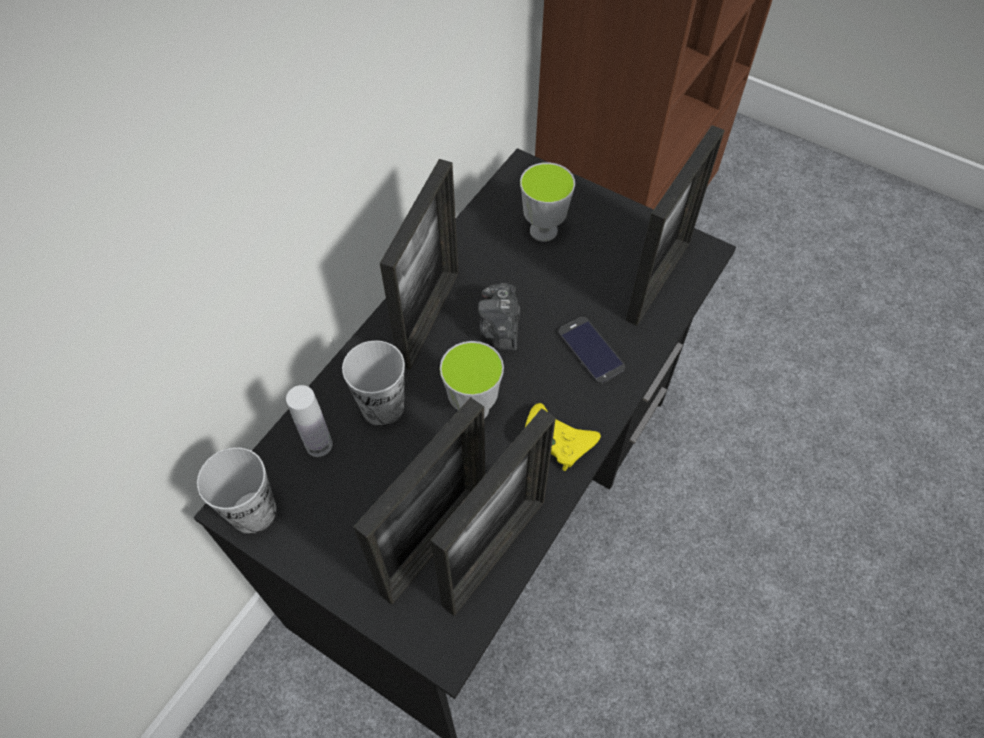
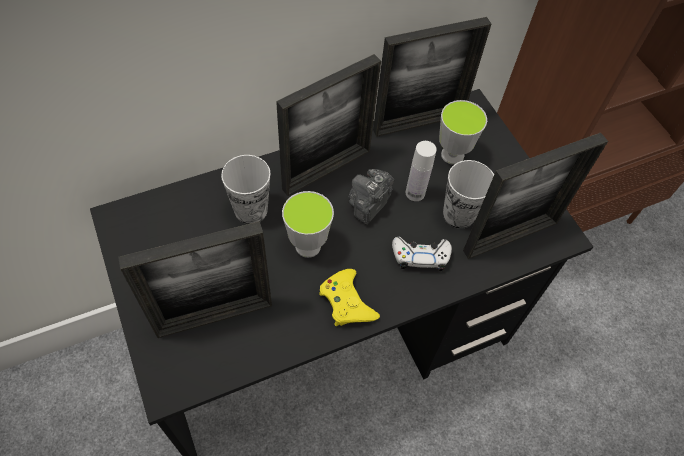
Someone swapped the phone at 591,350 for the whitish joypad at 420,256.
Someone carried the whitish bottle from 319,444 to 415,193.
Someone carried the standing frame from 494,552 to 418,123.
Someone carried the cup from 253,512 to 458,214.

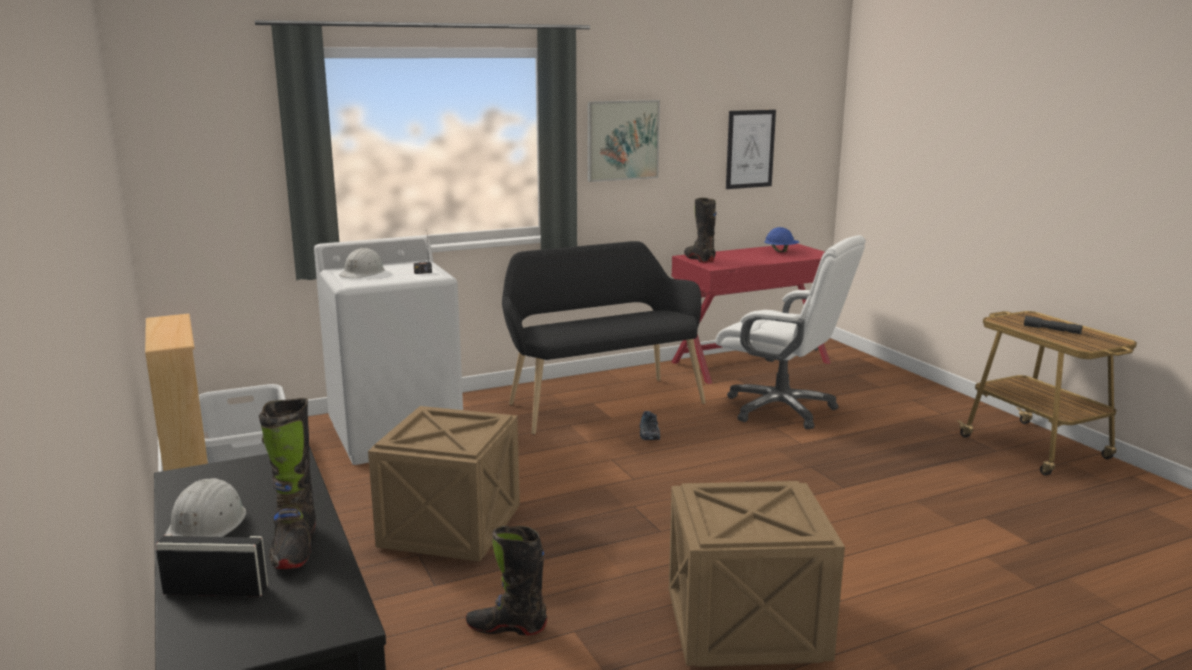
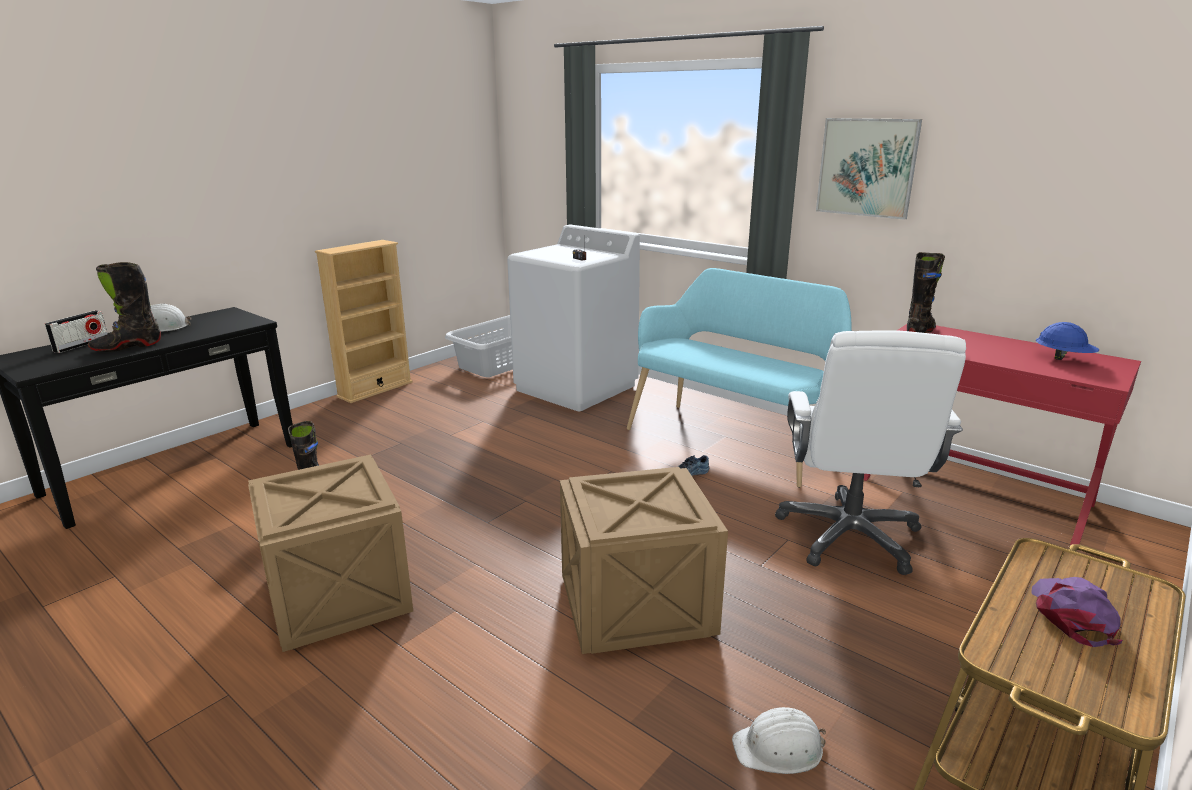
Someone took away the picture at 750,149.
Someone repainted the black-coloured indoor bench at 600,401, which became the turquoise-coloured indoor bench at 733,438.
Someone carried the whitish hard hat from 363,273 to 779,748.
Someone swapped the greyish flashlight at 1052,330 for the purple cap at 1072,615.
Someone carried the shipping crate from 450,529 to 634,606.
Someone rotated the radio set at 215,590 by 45 degrees clockwise.

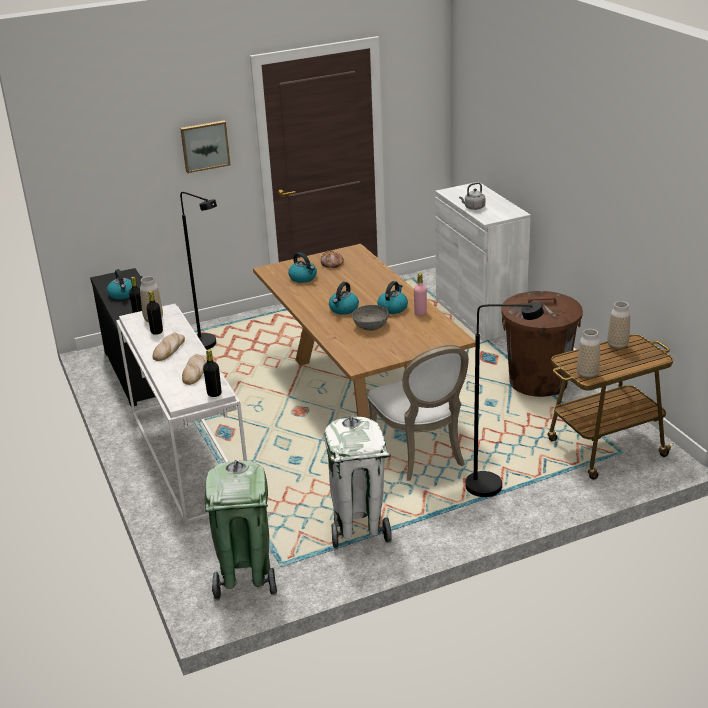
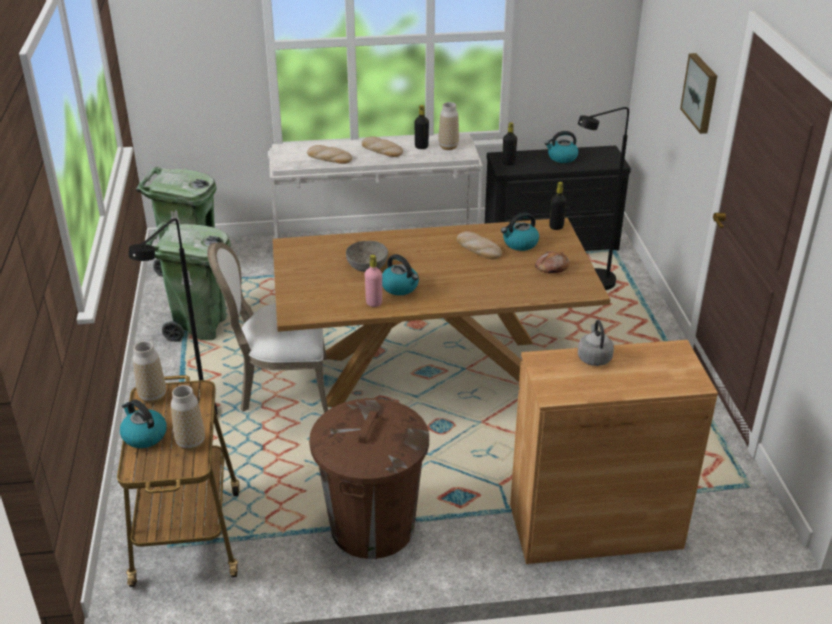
Someone repainted the whitish storage cabinet at 479,315, which became the brown storage cabinet at 595,526.
Someone carried the tea kettle from 343,309 to 143,436.
Someone carried the black-coloured bottle from 214,393 to 556,227.
Someone repainted the whitish waste bin at 358,528, which became the green waste bin at 200,327.
Someone put down the bread at 478,248.

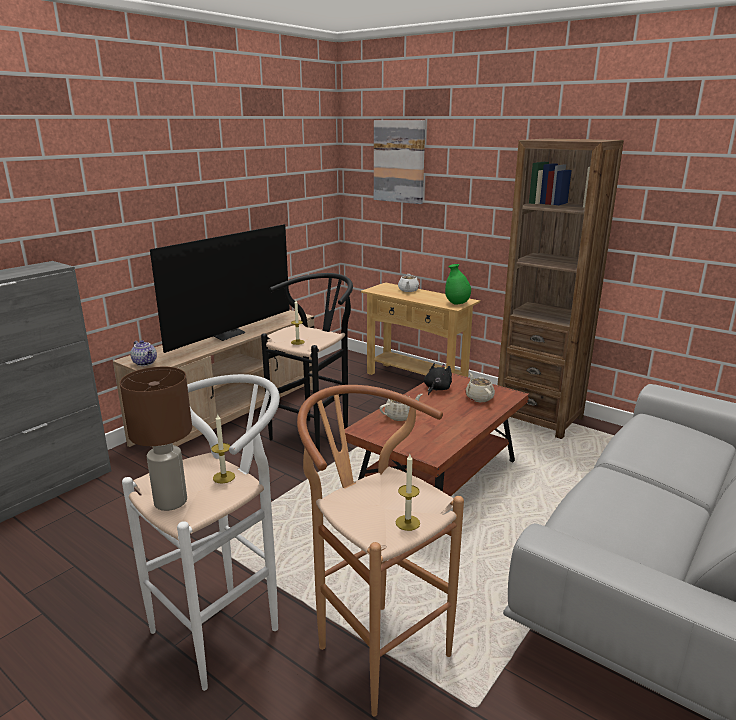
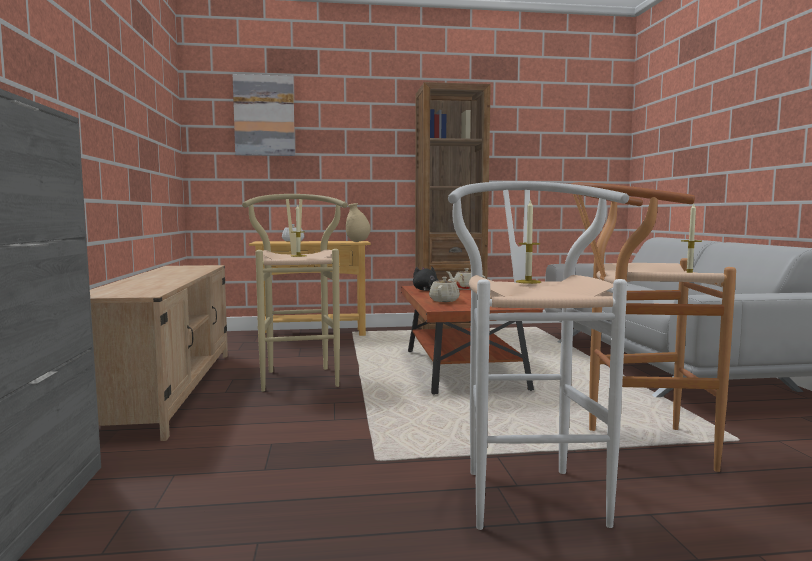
Someone took away the TV set at 227,334.
Someone repainted the green vase at 457,303, which became the sand-coloured vase at 358,241.
Someone repainted the black-coloured stool seat at 315,433, which became the sand-coloured stool seat at 299,376.
Someone took away the tea pot at 145,363.
Someone took away the brown tabletop lamp at 171,501.

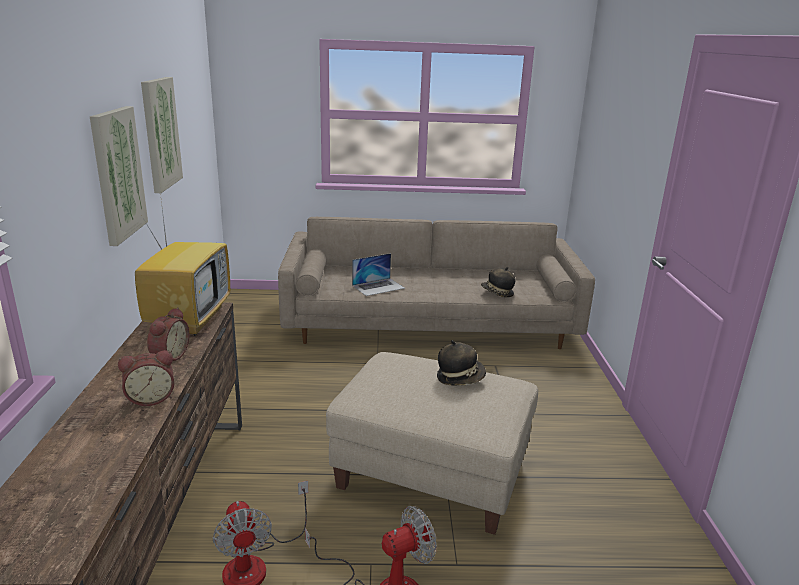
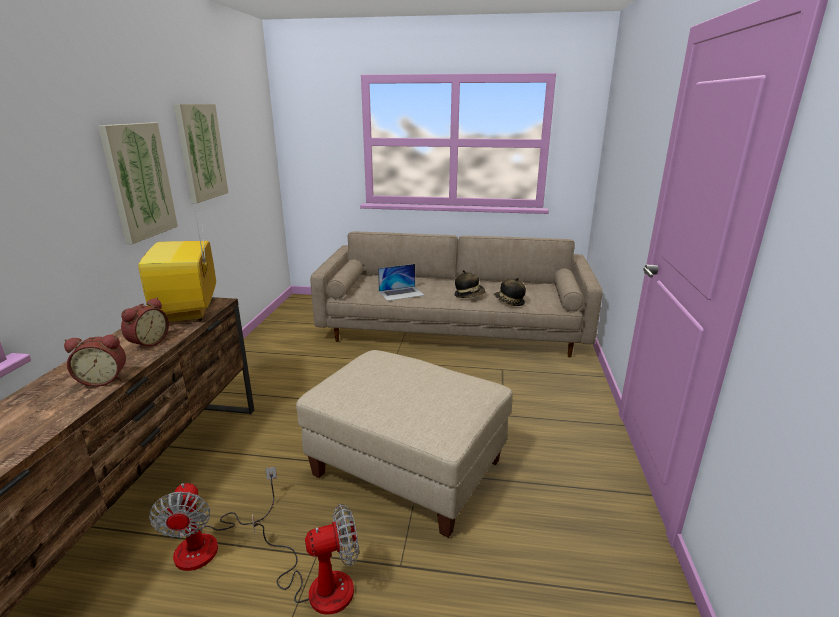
Someone rotated the TV set at 189,319 by 150 degrees clockwise.
Someone carried the hat from 460,378 to 469,295.

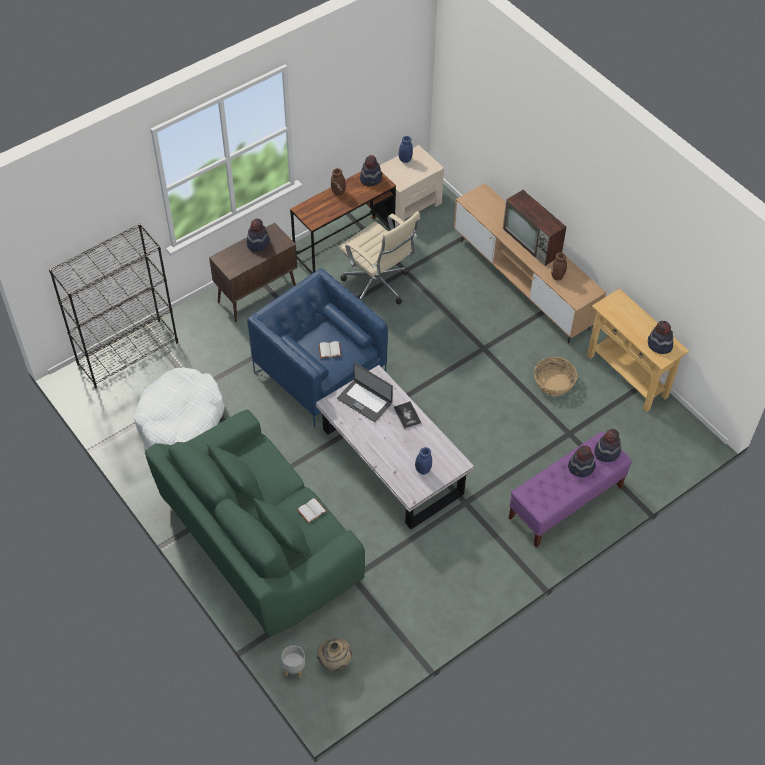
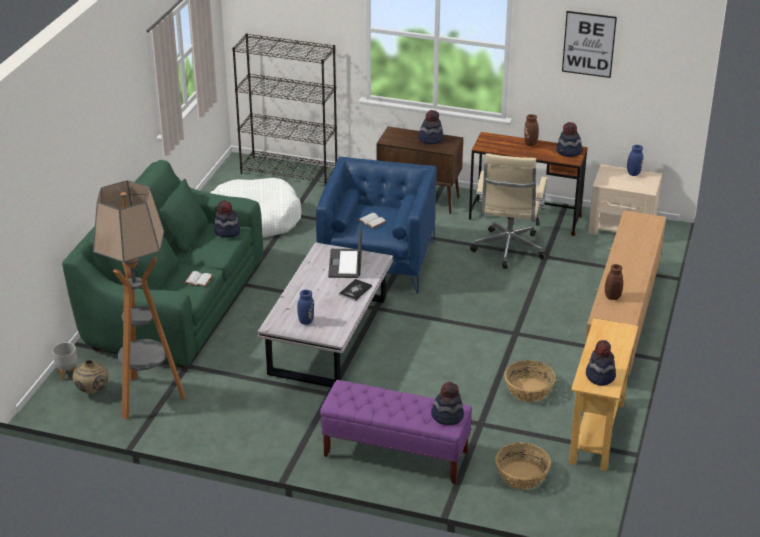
Someone took away the TV set at 533,242.
Someone carried the hat from 581,467 to 227,231.
Someone put up the picture at 589,44.
Someone put down the standing lamp at 147,397.
Someone put down the basket at 521,475.

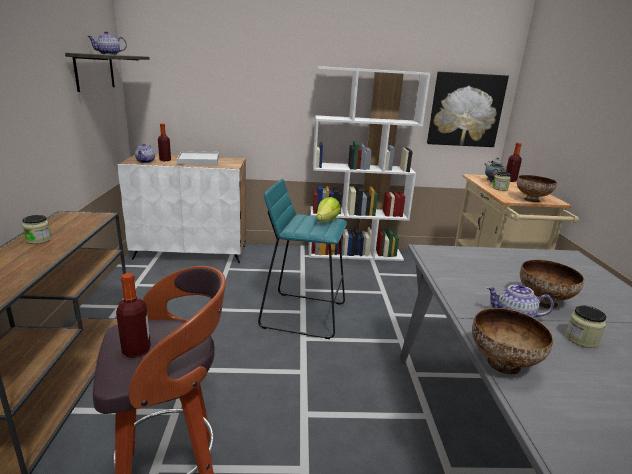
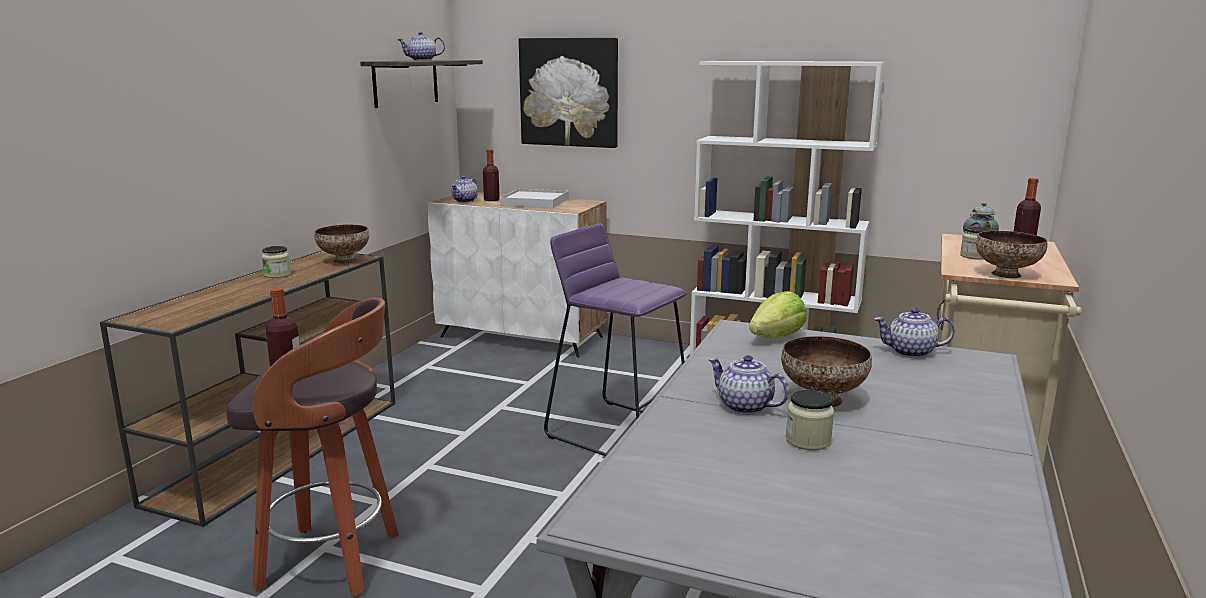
Someone carried the picture from 465,110 to 569,92.
Someone repainted the turquoise-coloured stool seat at 302,314, which became the purple stool seat at 618,431.
Someone carried the head of lettuce from 326,221 to 776,338.
Someone carried the bowl from 502,363 to 344,260.
Someone put down the tea pot at 910,352.

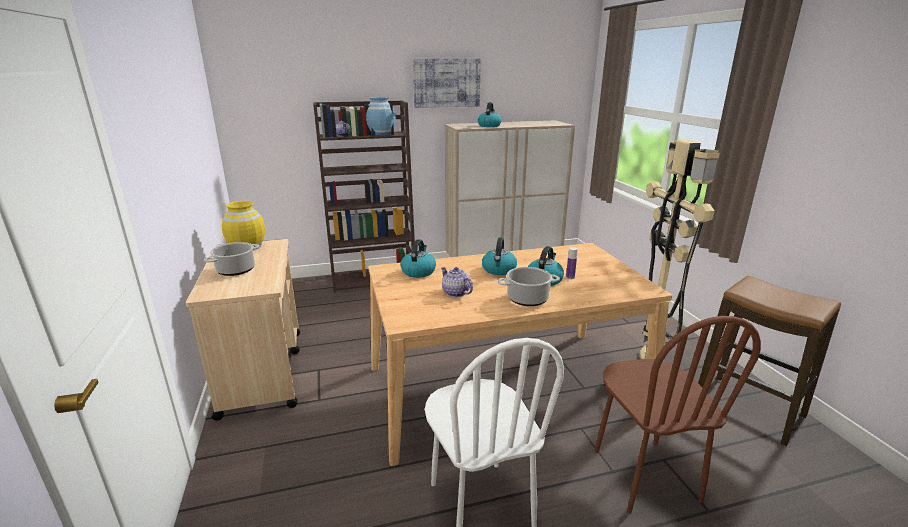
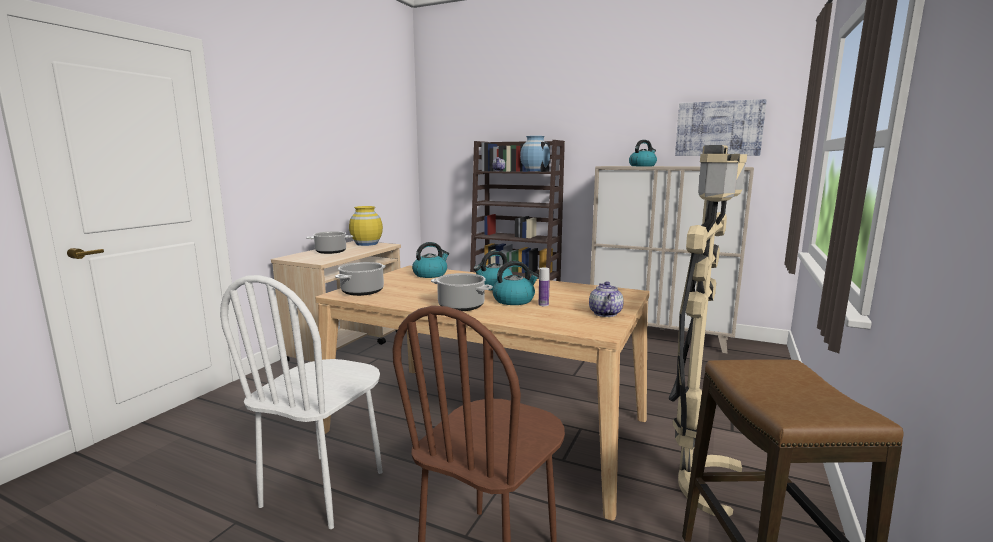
Someone carried the picture from 446,83 to 718,129.
Someone carried the tea pot from 455,293 to 604,313.
Someone put down the stockpot at 362,291.

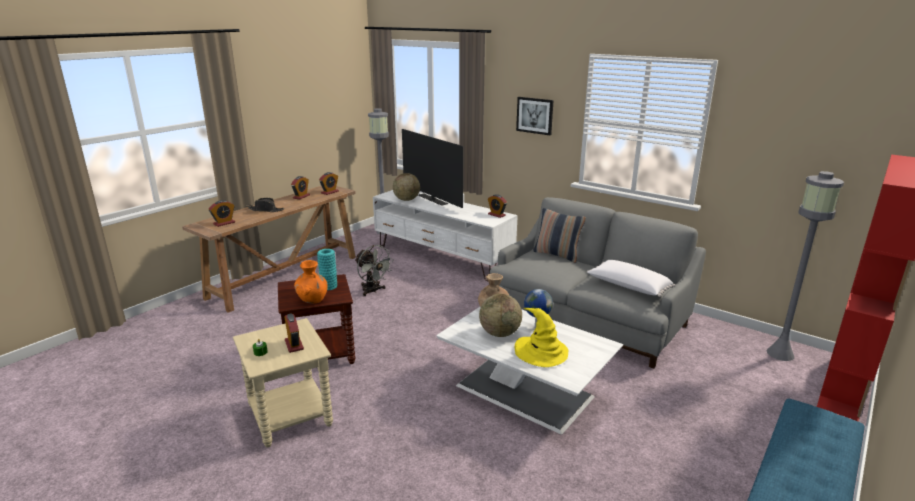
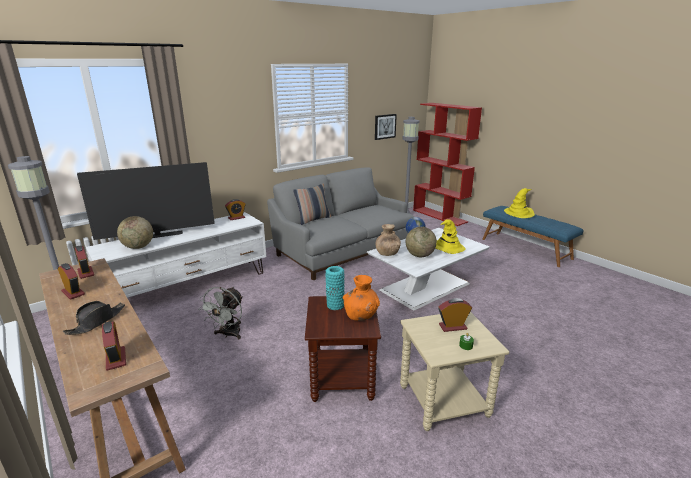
Someone carried the picture from 535,115 to 384,126.
Someone rotated the greyish electric fan at 373,291 by 135 degrees clockwise.
Someone took away the whitish cushion at 628,287.
Someone put down the yellowish hat at 519,213.

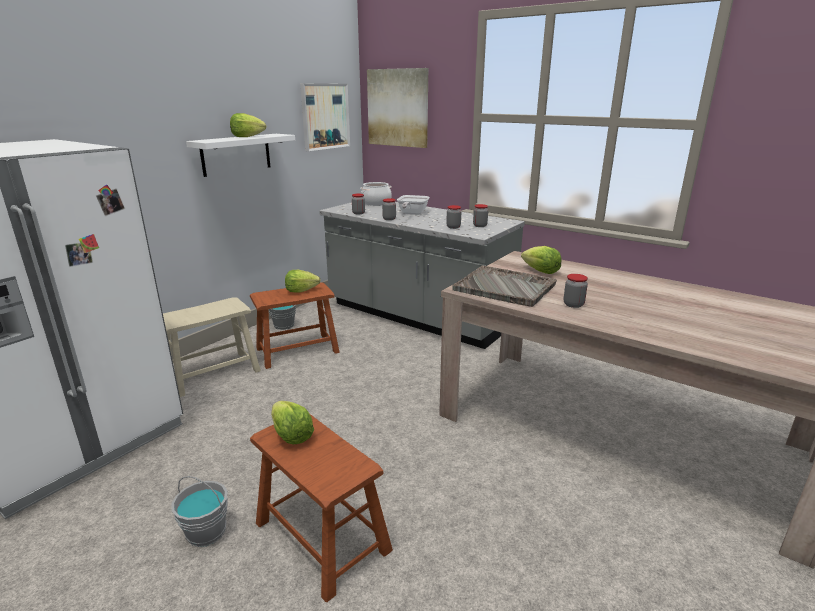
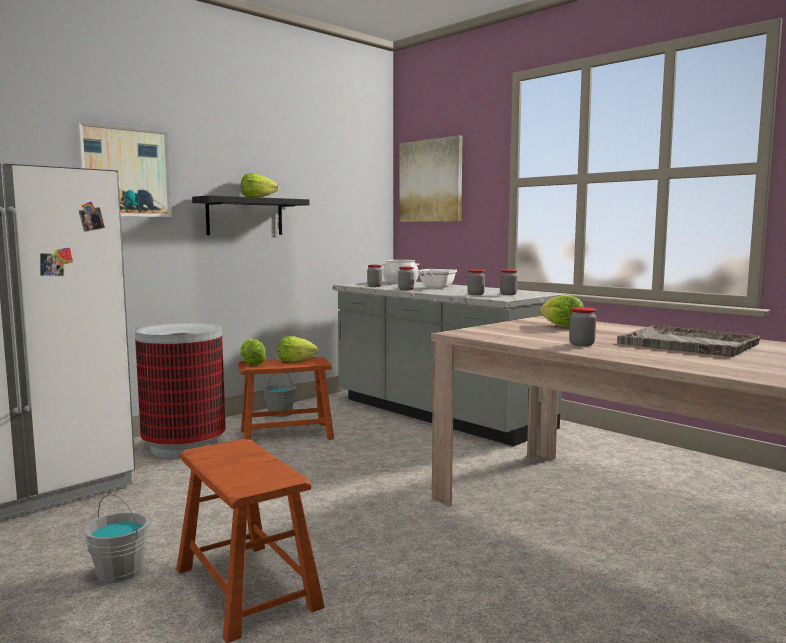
Someone carried the picture from 325,116 to 125,172.
Someone repainted the whitish bracket shelf at 236,154, which became the black-coloured bracket shelf at 245,216.
Someone carried the greyish tray from 505,288 to 689,344.
Someone swapped the sand-coloured stool seat at 213,373 for the waste bin at 184,447.
Someone carried the head of lettuce from 291,435 to 251,363.

